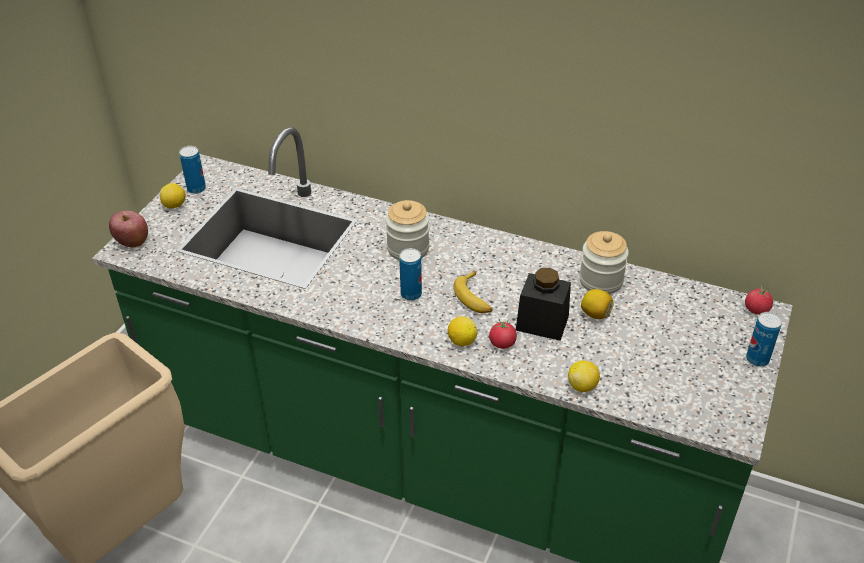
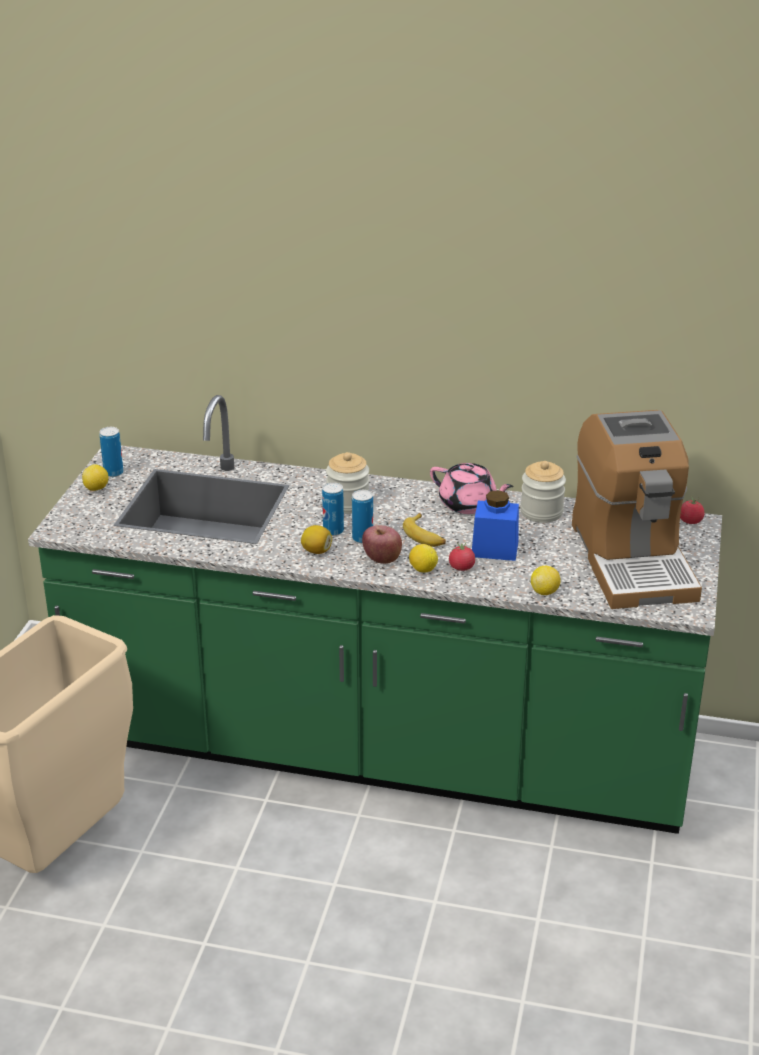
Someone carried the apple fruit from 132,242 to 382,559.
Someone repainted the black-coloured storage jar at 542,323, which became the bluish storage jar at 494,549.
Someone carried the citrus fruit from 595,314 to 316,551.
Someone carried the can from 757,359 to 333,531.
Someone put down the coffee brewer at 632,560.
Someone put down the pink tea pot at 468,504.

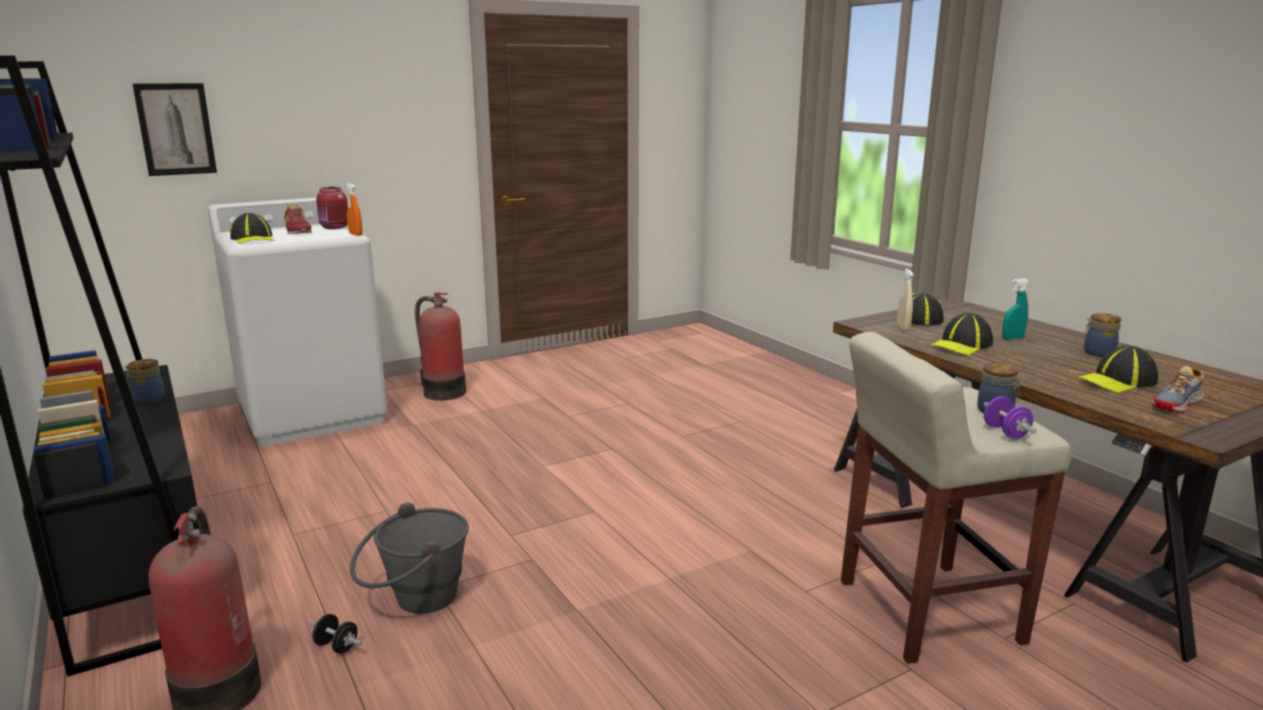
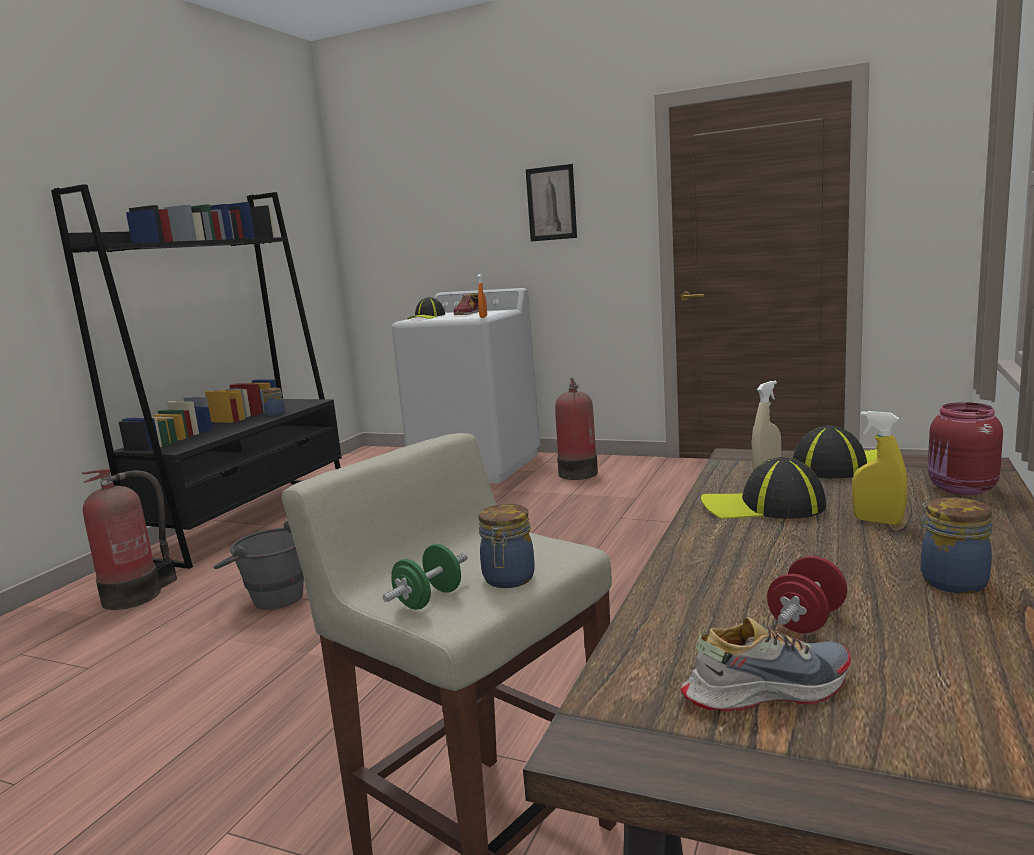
Someone carried the picture from 176,129 to 551,203.
Someone carried the red-coloured storage jar from 334,227 to 960,489.
Someone repainted the turquoise-coloured spray bottle at 1012,338, which became the yellowish spray bottle at 877,521.
Someone swapped the cap at 1117,381 for the red-coloured hand weight at 806,621.
Someone rotated the low shoe at 1177,404 by 150 degrees clockwise.
Someone repainted the purple hand weight at 1005,432, which became the green hand weight at 429,599.
Someone took away the black-coloured hand weight at 336,646.

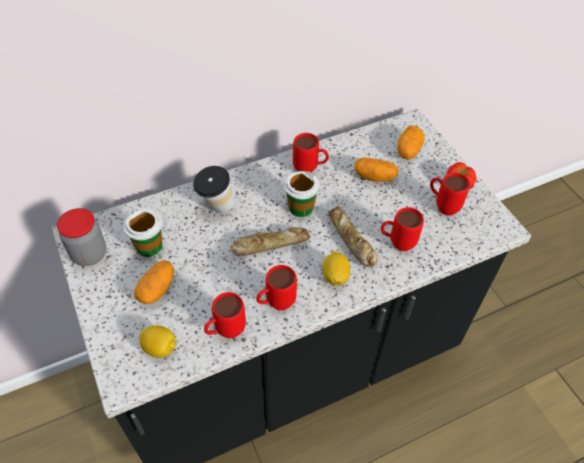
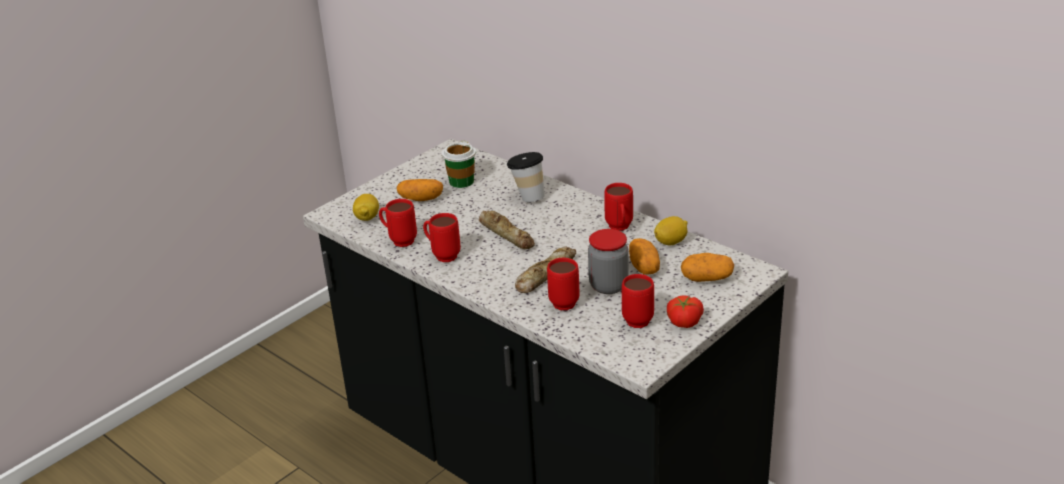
Someone took away the cup at 300,207.
Someone carried the storage jar from 89,254 to 608,286.
Someone carried the citrus fruit from 335,276 to 671,242.

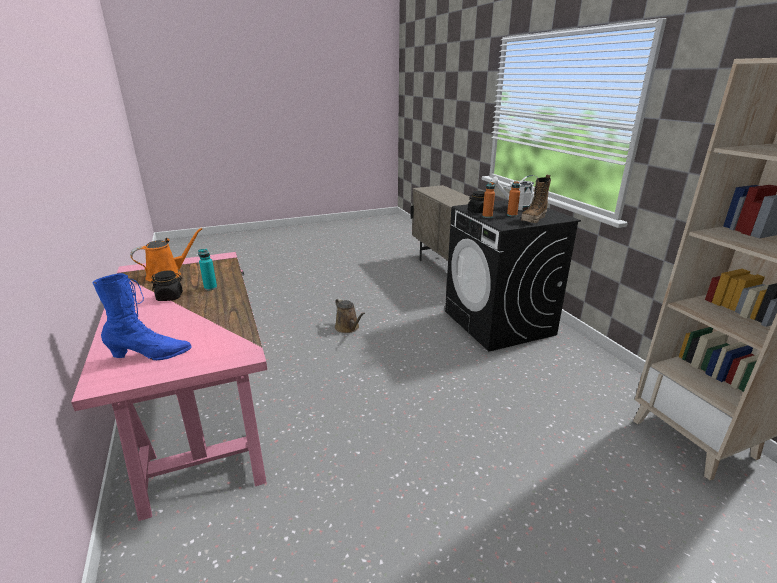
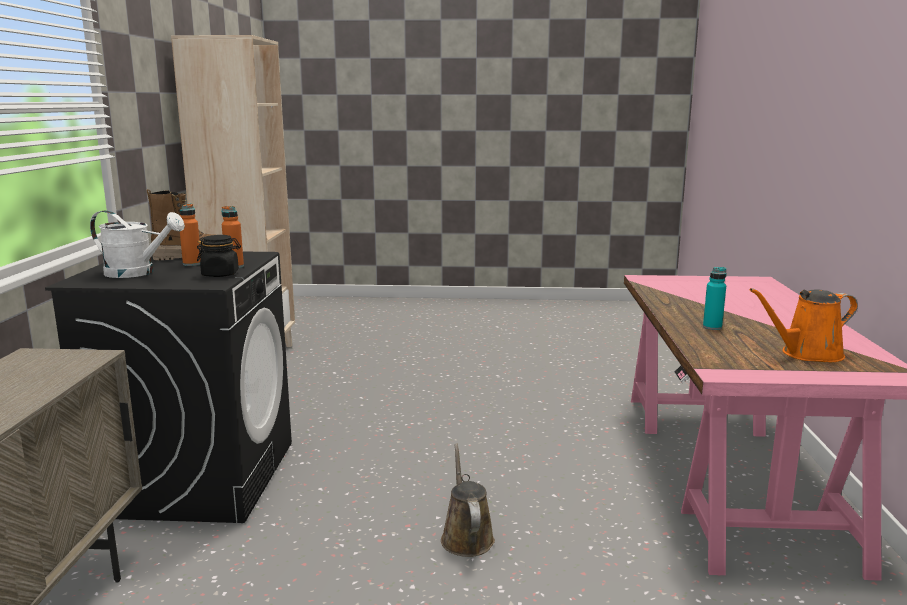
Someone took away the black-coloured storage jar at 170,297.
Someone took away the bluish boot at 151,355.

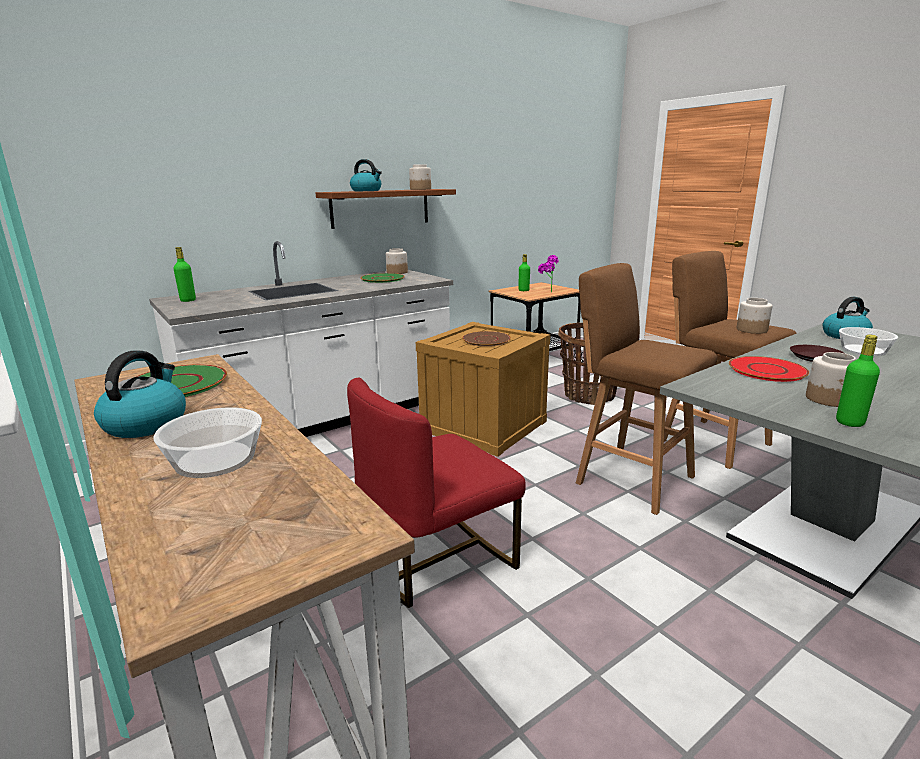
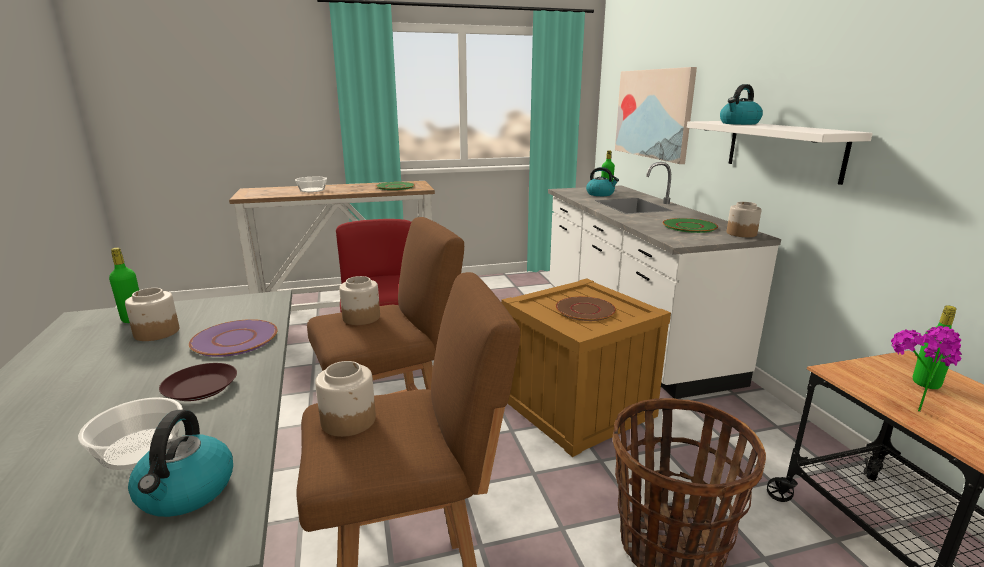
Someone carried the storage jar from 420,189 to 361,318.
Someone repainted the brown bracket shelf at 380,208, which became the whitish bracket shelf at 783,149.
Someone carried the tea kettle from 146,423 to 600,194.
Someone repainted the red-coloured flat dish at 767,370, which became the purple flat dish at 234,339.
Someone put up the picture at 653,114.

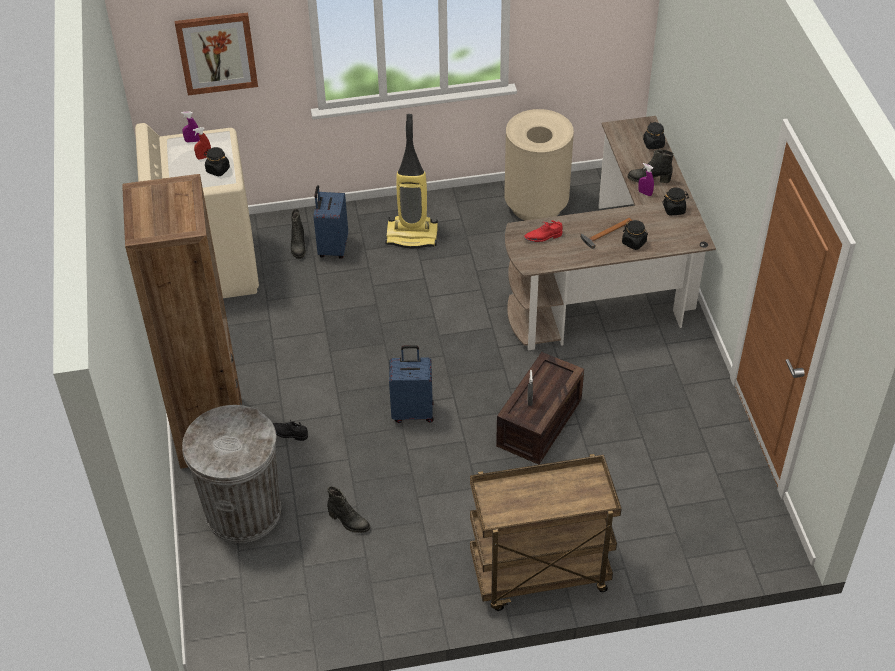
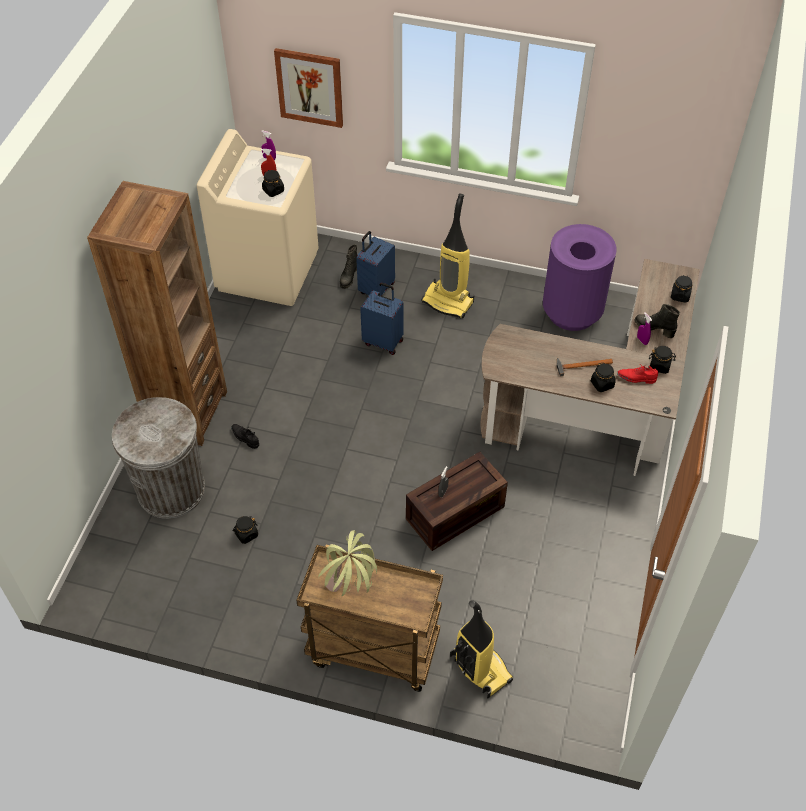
Someone repainted the sand-coloured waste bin at 536,205, which became the purple waste bin at 572,312.
Someone carried the red-coloured low shoe from 543,237 to 636,378.
Someone carried the bluish travel case from 413,411 to 383,341.
Someone swapped the black-coloured boot at 348,522 for the black-coloured storage jar at 246,534.
Someone put down the plant in a pot at 351,595.
Someone put down the hoover at 479,668.

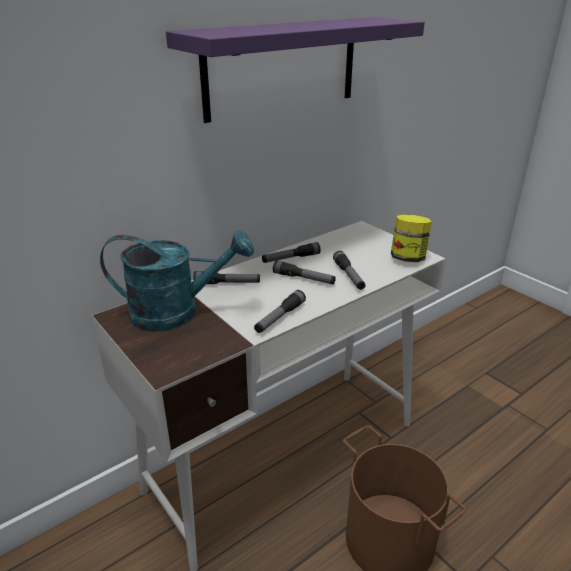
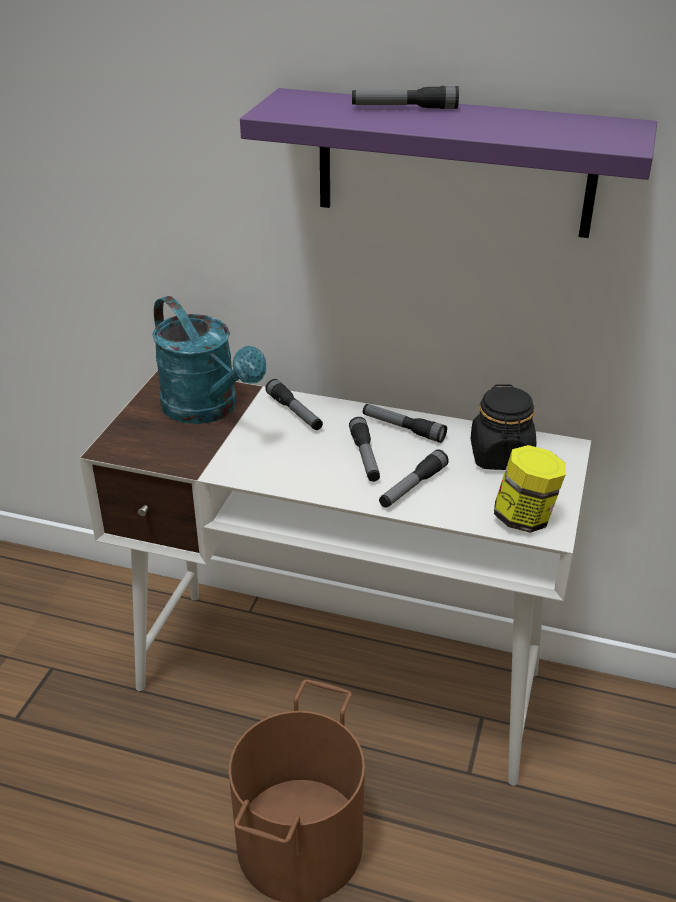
Someone carried the flashlight from 279,317 to 404,108.
Someone put down the black-coloured storage jar at 501,456.

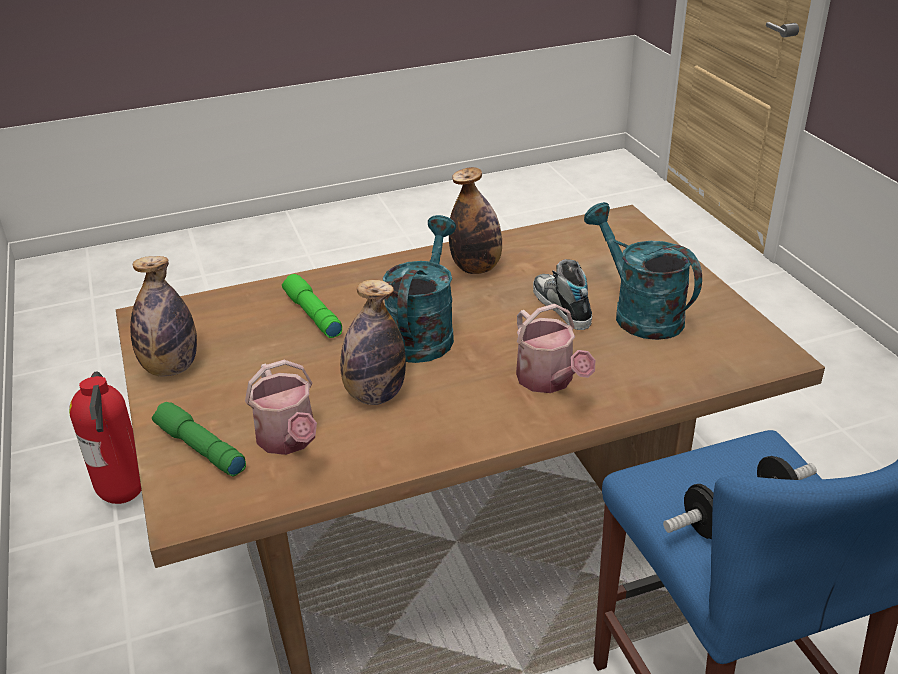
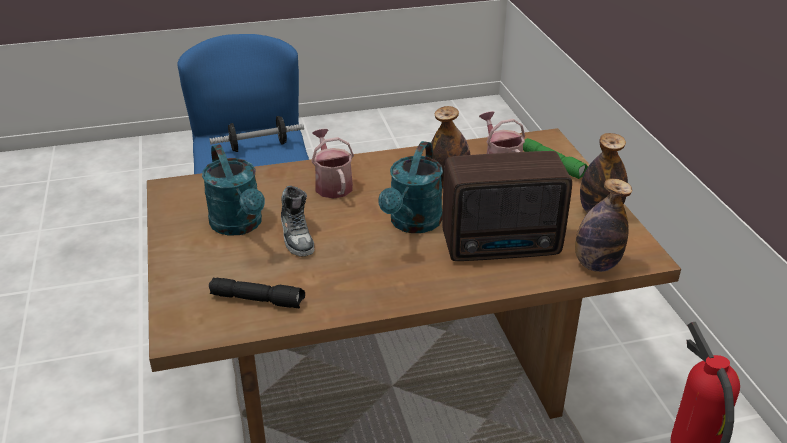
Someone carried the bottle from 476,268 to 596,264.
Someone swapped the green flashlight at 312,314 for the radio set at 503,247.
Someone put down the black-coloured flashlight at 258,299.

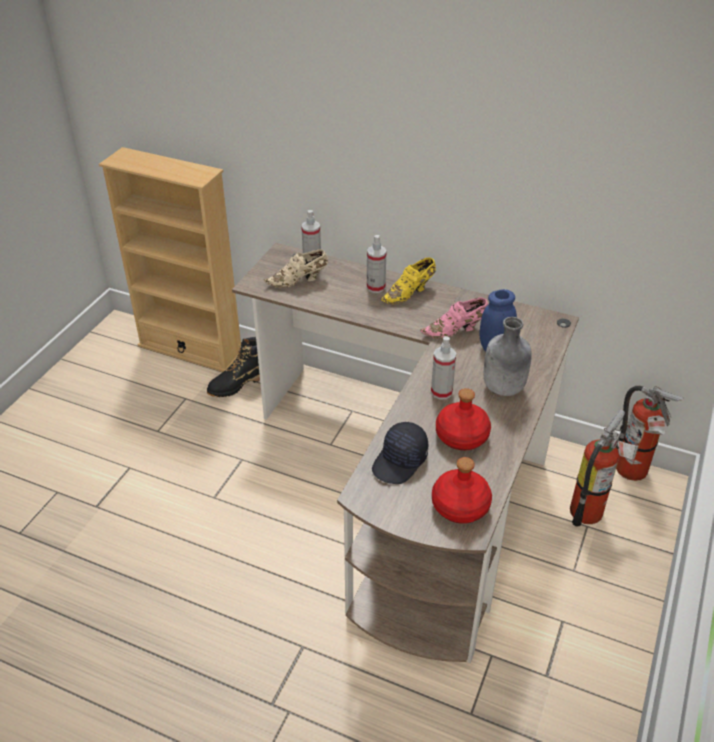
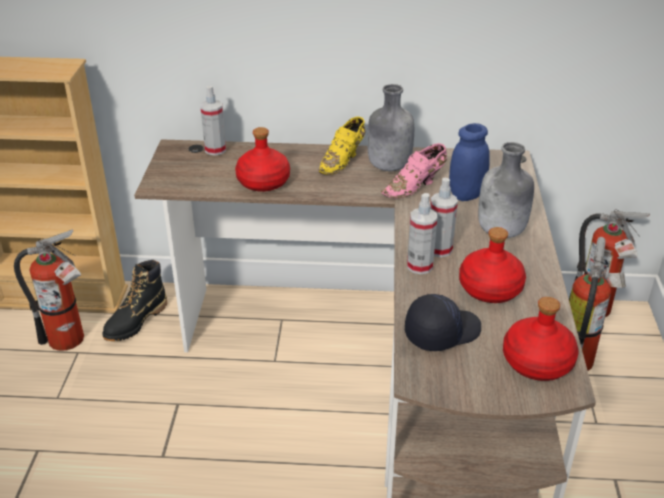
Someone carried the spray bottle from 376,287 to 419,266.
Someone took away the sand-coloured low shoe at 299,281.
Someone rotated the black-coloured cap at 400,461 by 135 degrees counterclockwise.
Someone put down the greyish bottle at 388,166.
Someone put down the red-coloured bottle at 263,182.
Someone put down the fire-fighting cylinder at 71,340.

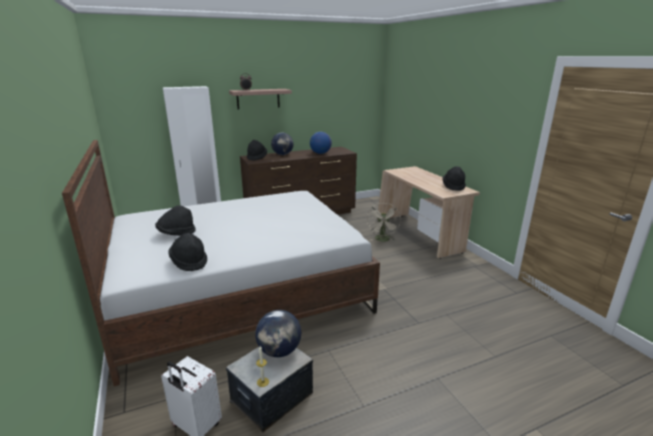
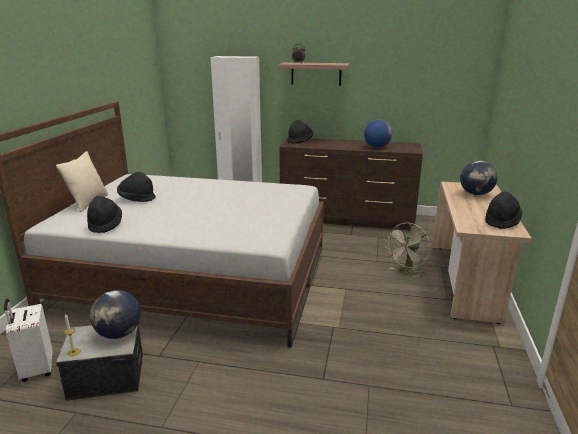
Someone carried the globe from 282,154 to 476,194.
Someone put down the sand-coloured cushion at 88,203.

